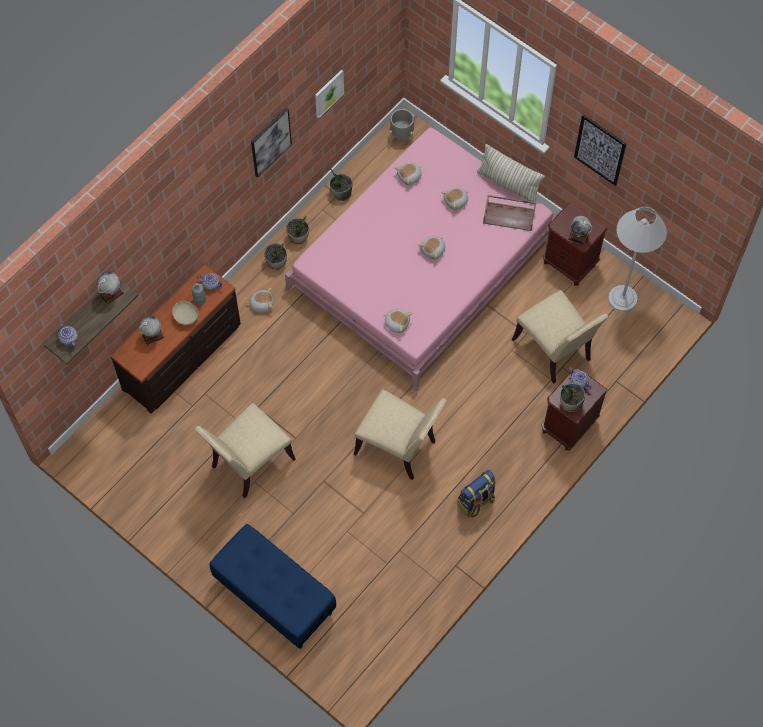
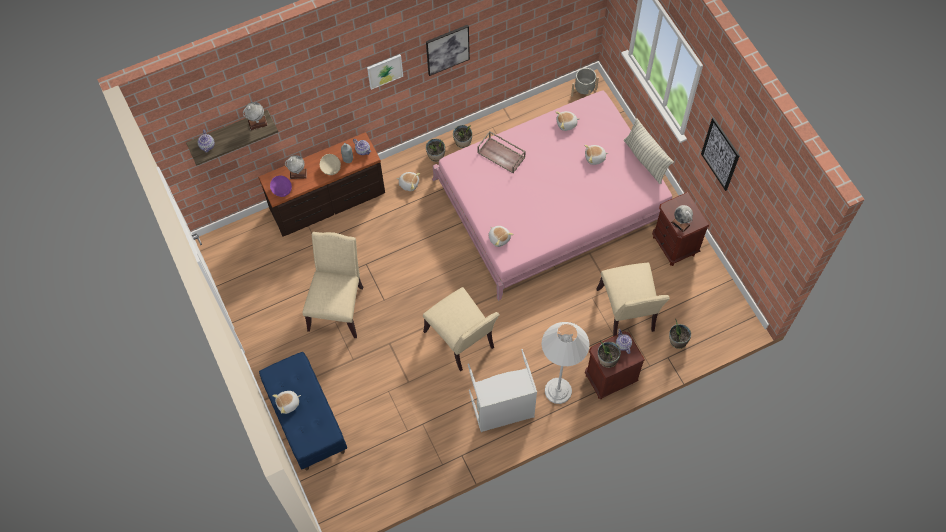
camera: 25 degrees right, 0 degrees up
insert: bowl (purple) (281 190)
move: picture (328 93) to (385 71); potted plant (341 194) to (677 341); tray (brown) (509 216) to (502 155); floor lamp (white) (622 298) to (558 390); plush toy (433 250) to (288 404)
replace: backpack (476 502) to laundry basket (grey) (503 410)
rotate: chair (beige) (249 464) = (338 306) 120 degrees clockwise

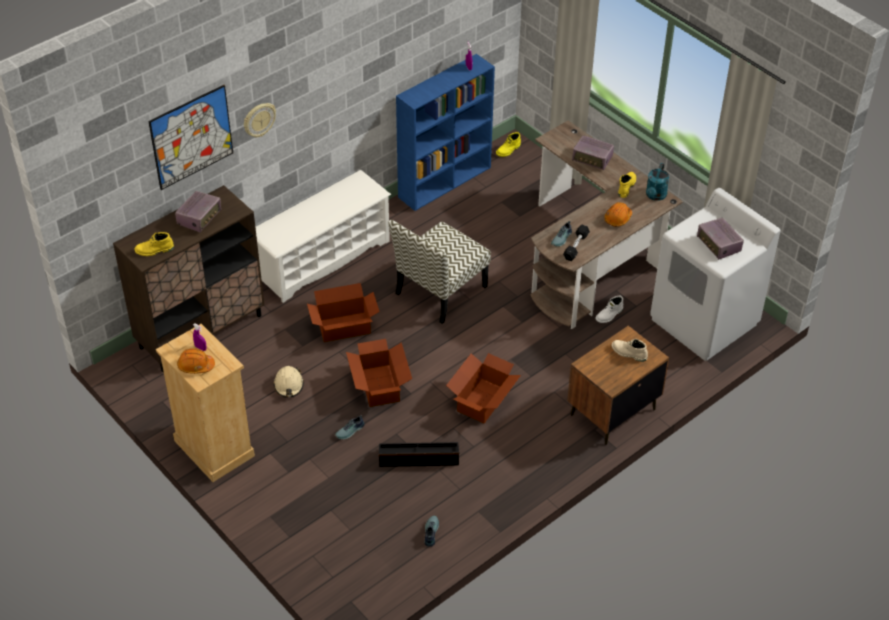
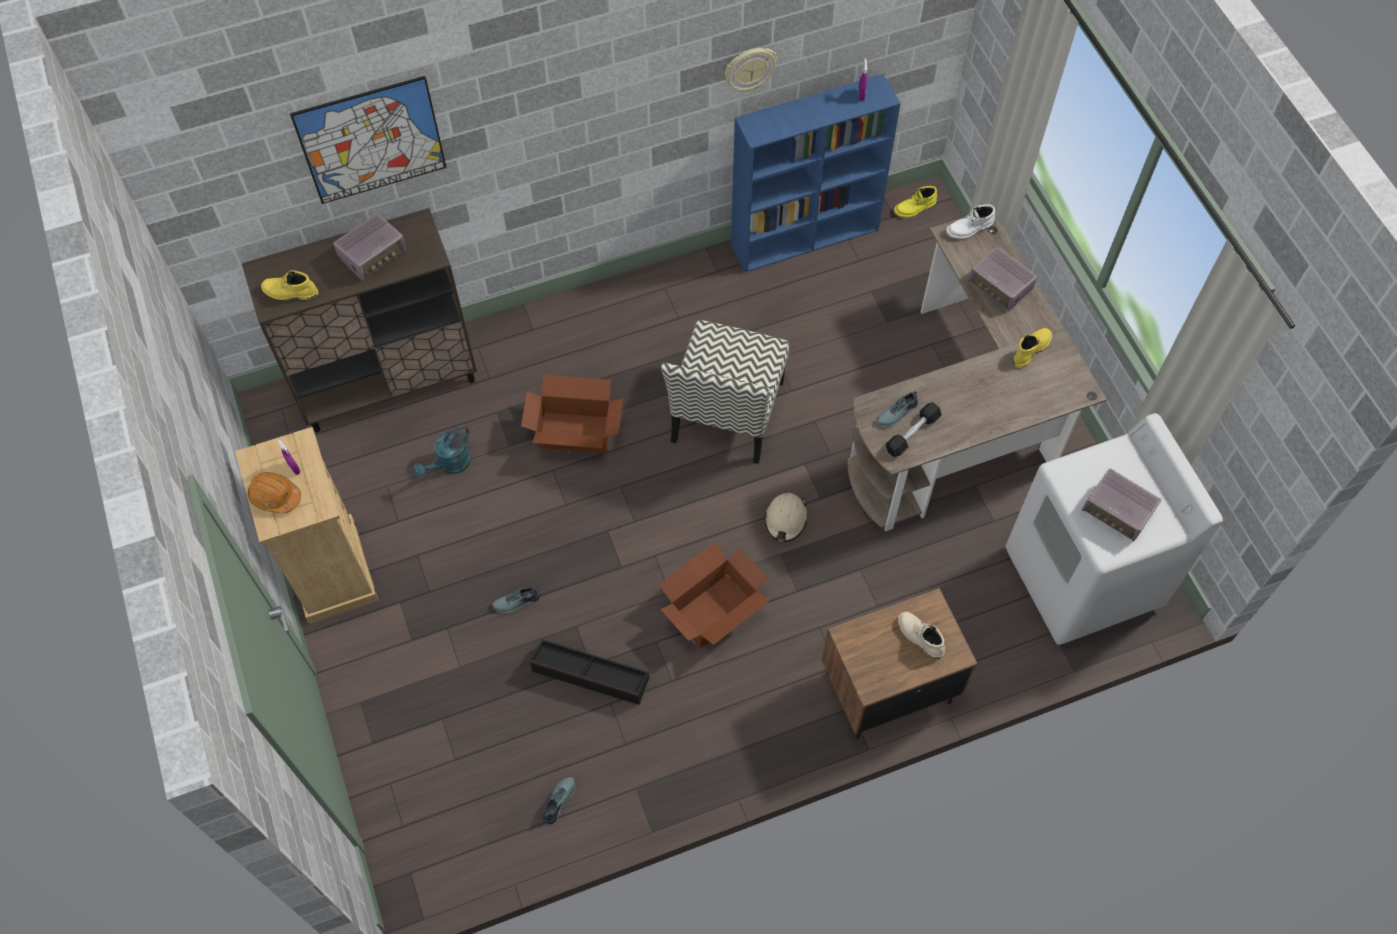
camera: 20 degrees right, 15 degrees up
delete: shoe rack (white) (323 259); hard hat (orange) (617 218); cardboard box (380 385)
move: wall clock (259 120) to (750 69); watering can (turquoise) (655 196) to (450 465); boot (white) (609 315) to (969 229); hard hat (beige) (289 385) to (785 520)
rotate: radio (718 245) = (1117 512) 45 degrees counterclockwise; chair (440 291) = (727 413) 45 degrees counterclockwise

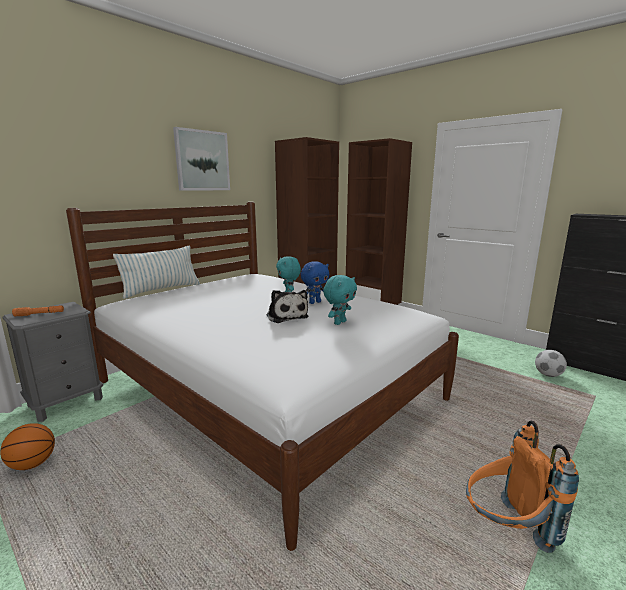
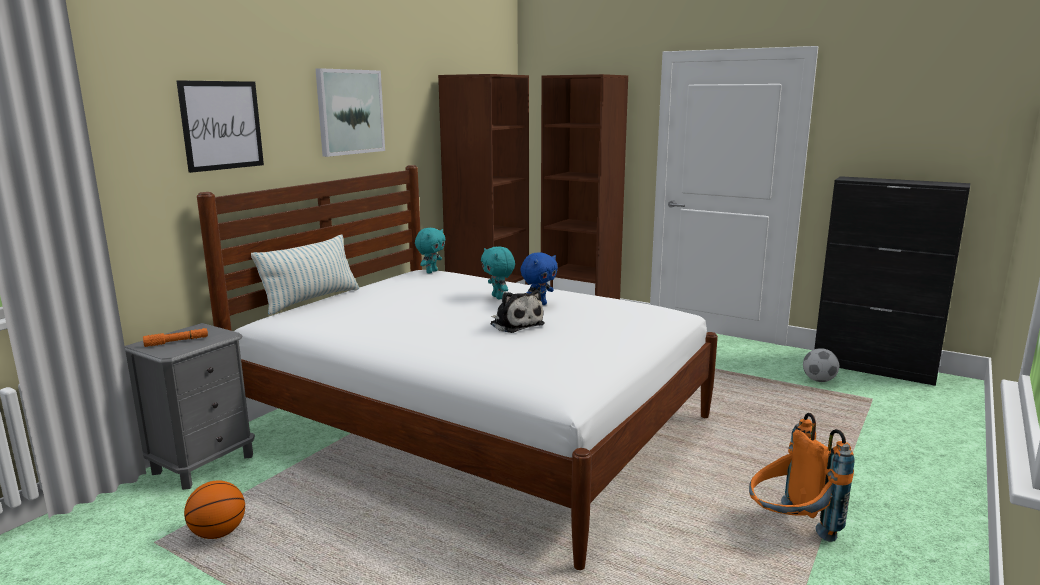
camera: 10 degrees left, 0 degrees up
insert: picture (222 125)
move: plush toy (turquoise) (339 322) to (431 272)

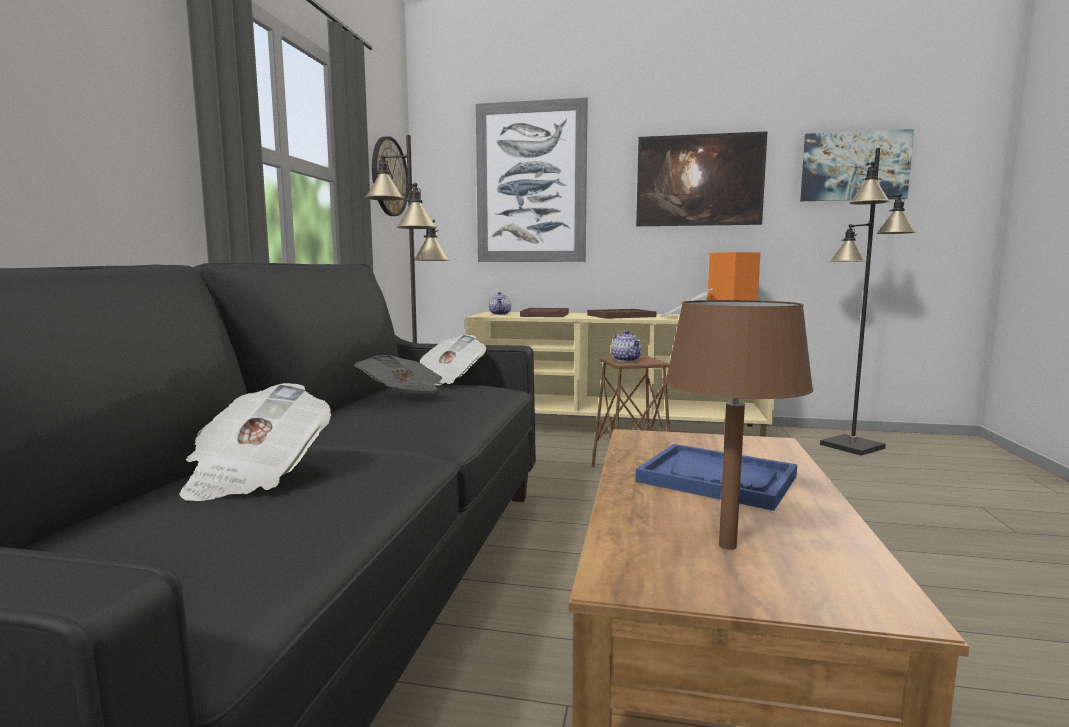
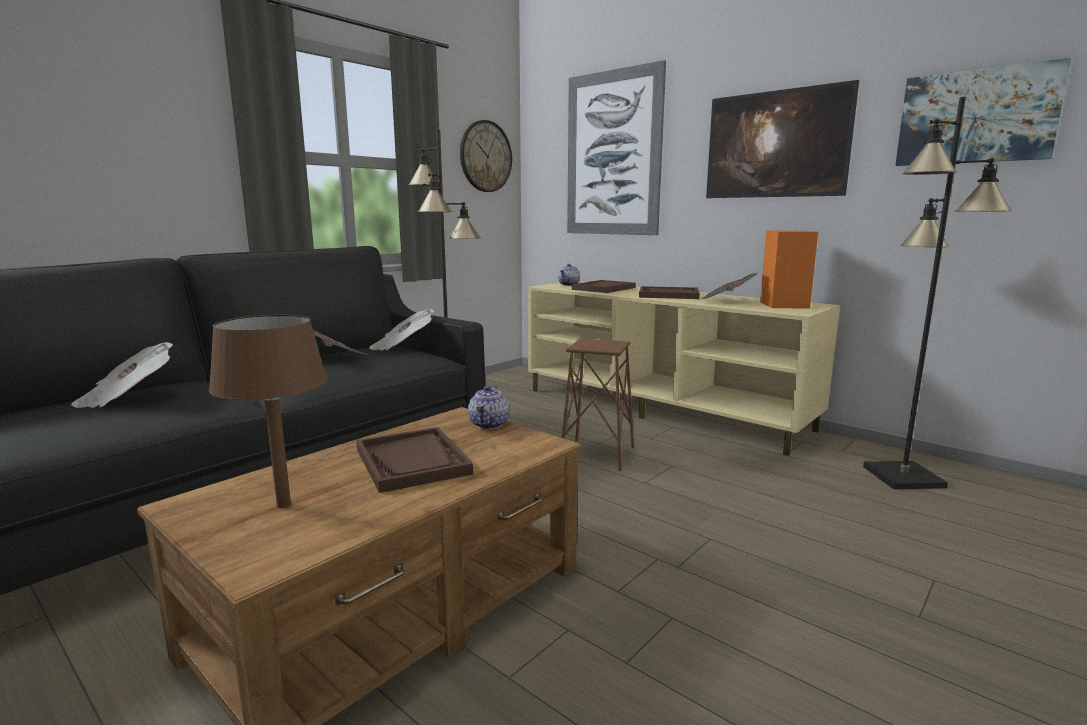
camera: 30 degrees right, 5 degrees up
move: teapot (626 360) to (489 424)
recolor: tray (blue) (717 479) to tray (brown) (412 461)

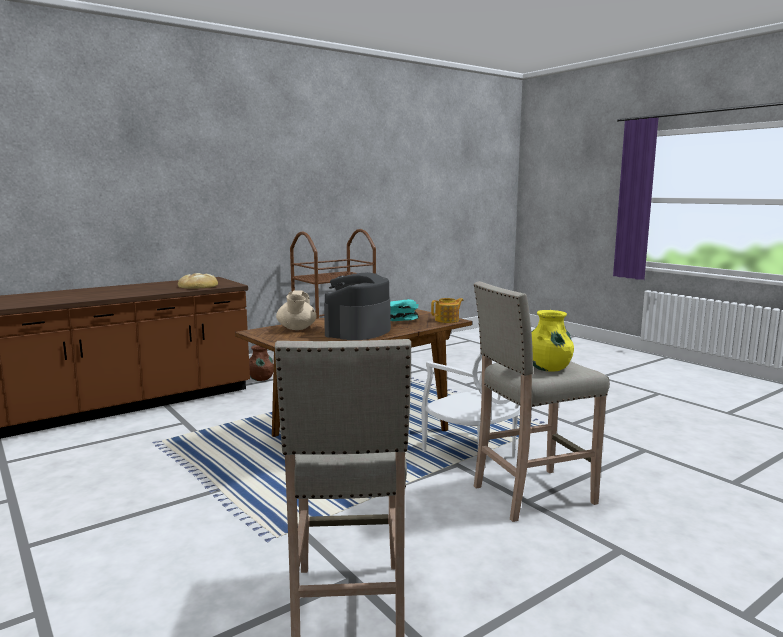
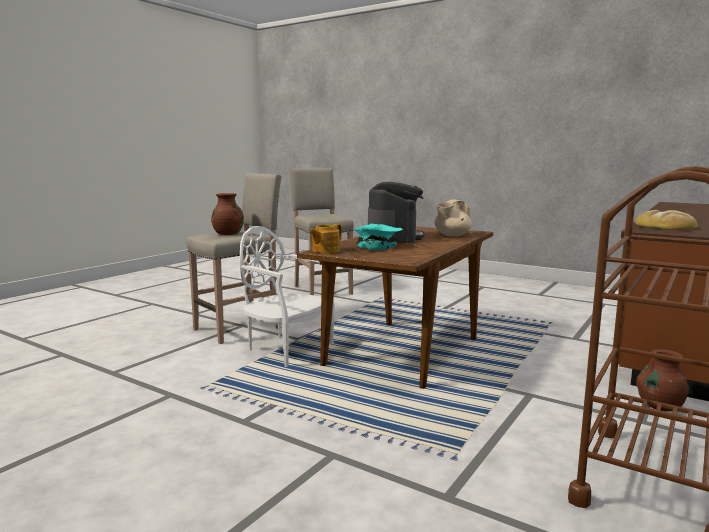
camera: 160 degrees right, 0 degrees up
recolor: vase (yellow) (548 369) to vase (brown) (228 234)
rotate: teapot (beige) (296 329) = (452 235) 105 degrees counterclockwise

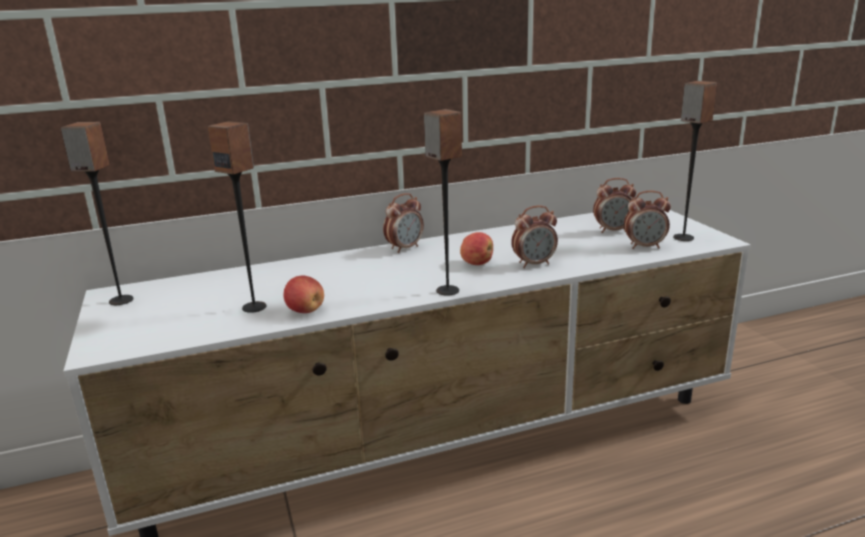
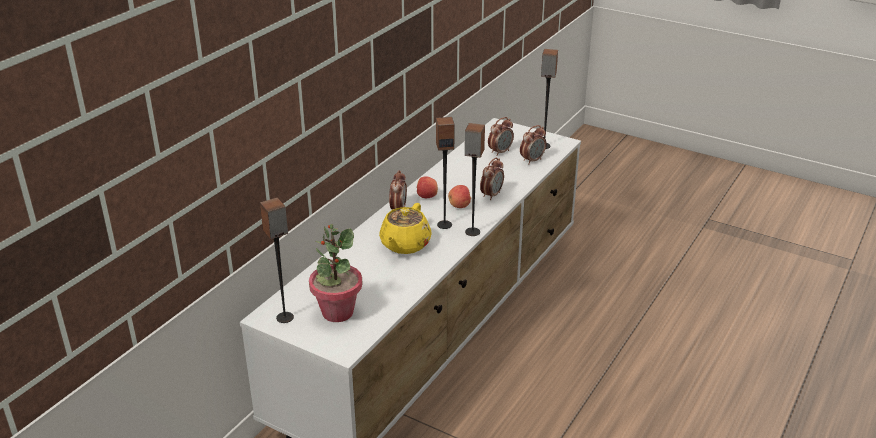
camera: 40 degrees left, 10 degrees up
insert: teapot (yellow) (404 245); potted plant (337 312)
move: speaker (254 307) to (444 224); apple (305 311) to (426 196)

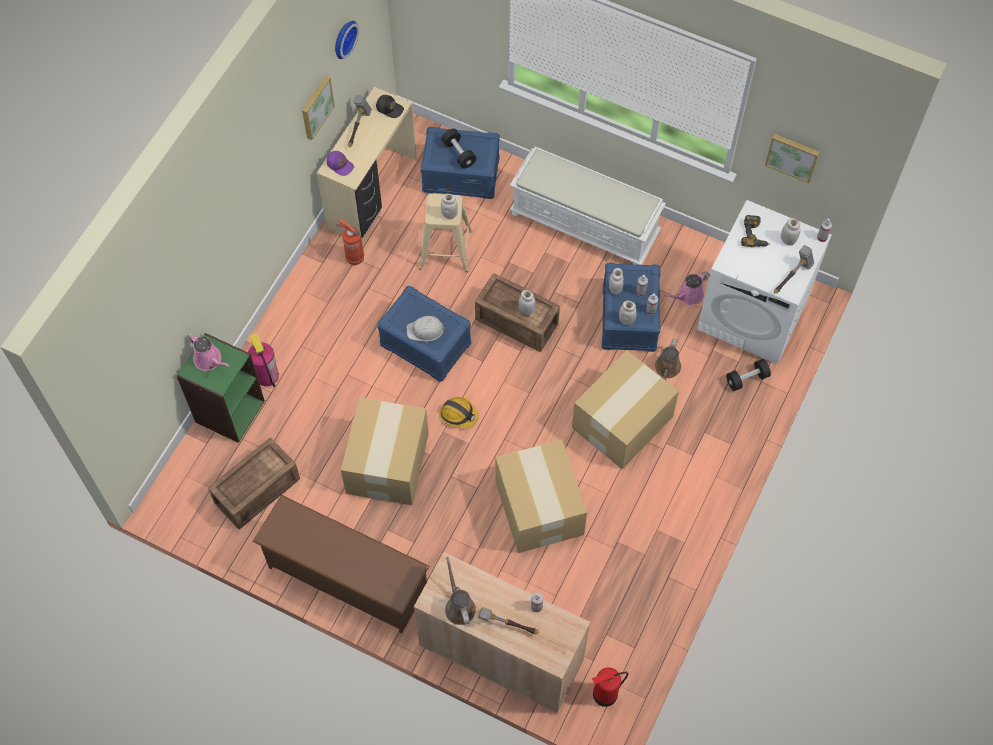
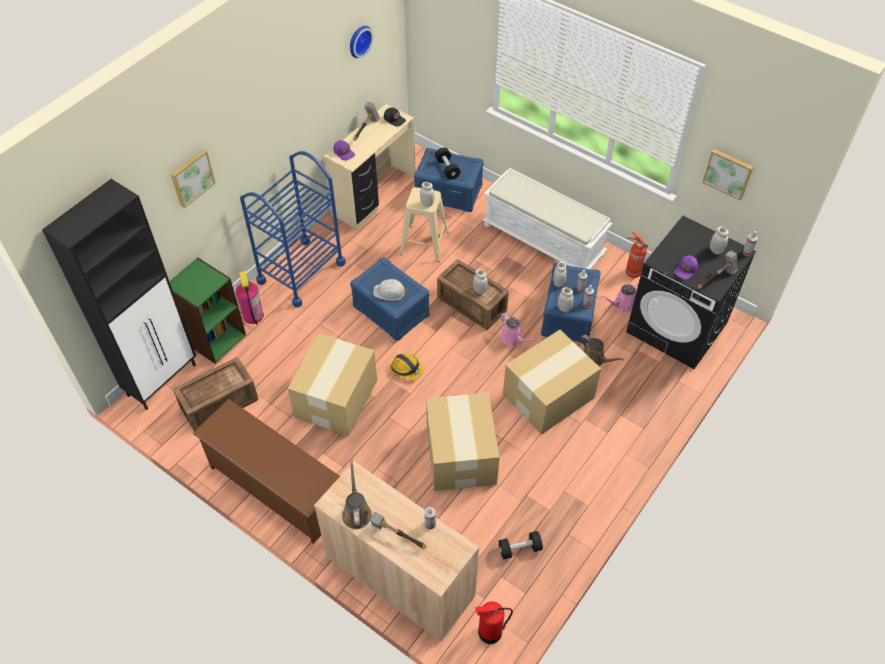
camera: 10 degrees right, 10 degrees down
delete: power drill (755 235)
insert: cart (blue) (301 272); cabinet (black) (163 379); cap (purple) (686 270)
move: picture (316 107) to (191 177); fire extinguisher (353 257) to (632 272); watering can (pink) (209 360) to (513 338); dumbbell (black) (747 379) to (519 549)
recolor: washing machine (white) (753 315) to washing machine (black) (677 327)
rotate: watering can (brown) (667 369) = (595 359) 75 degrees counterclockwise

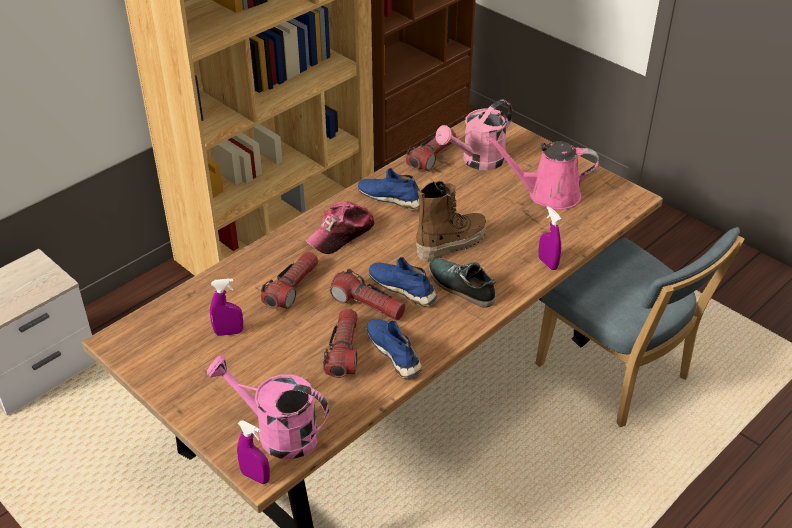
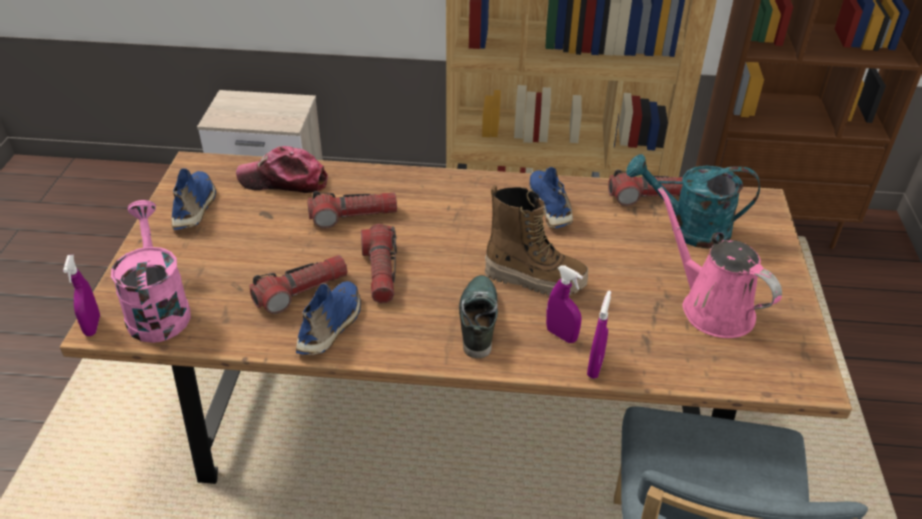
camera: 50 degrees right, 0 degrees up
move: cap (341 234) to (284 180); shoe (blue) (403 288) to (195 207); spray bottle (purple) (229 332) to (561 335)
recolor: watering can (pink) (477 161) to watering can (turquoise) (688 229)

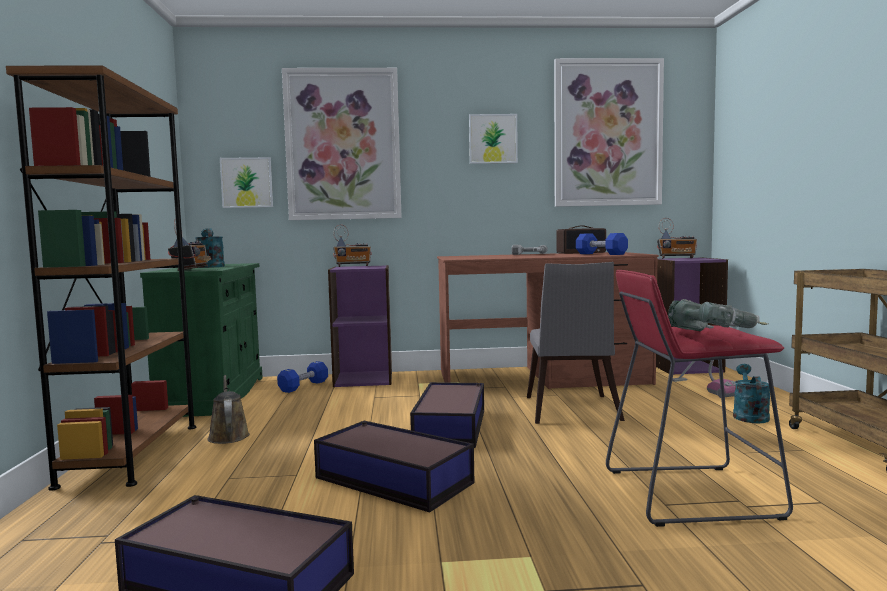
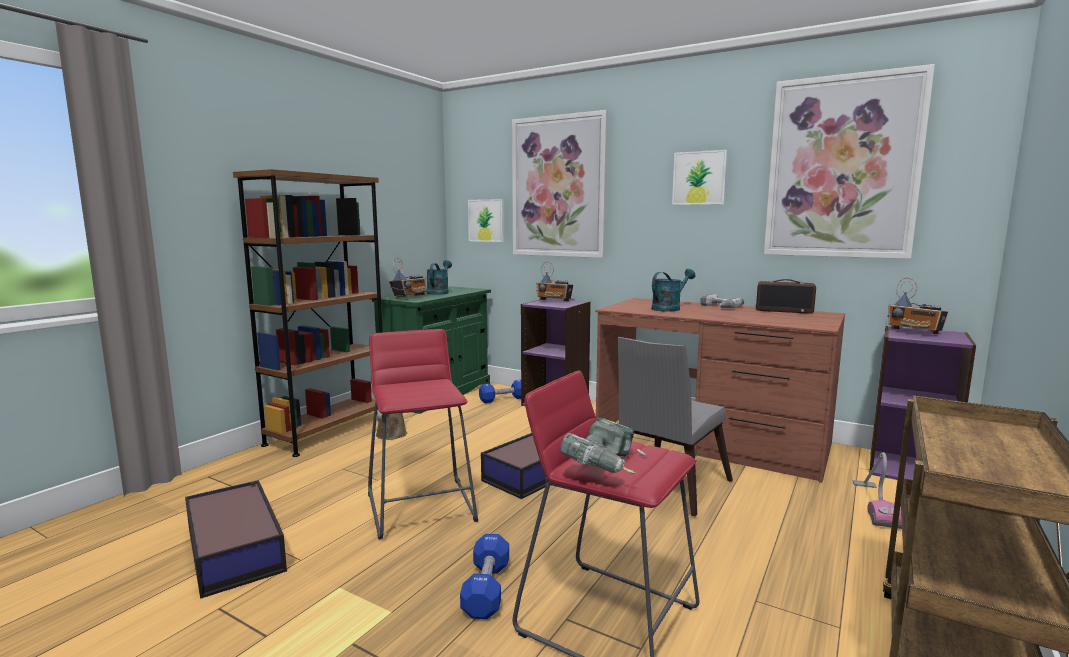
camera: 35 degrees right, 5 degrees up
move: dumbbell (blue) (601 254) to (486 589); watering can (turquoise) (749 415) to (669 308)
replace: storage box (392 479) to stool (red) (421 506)

